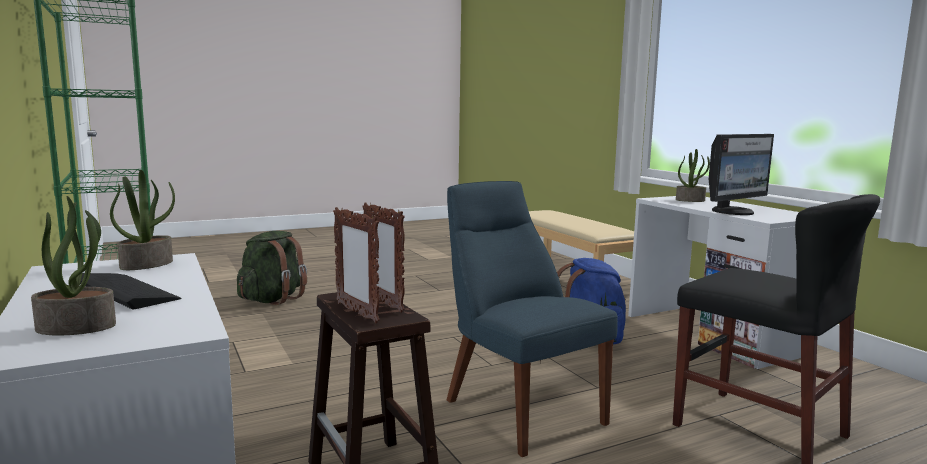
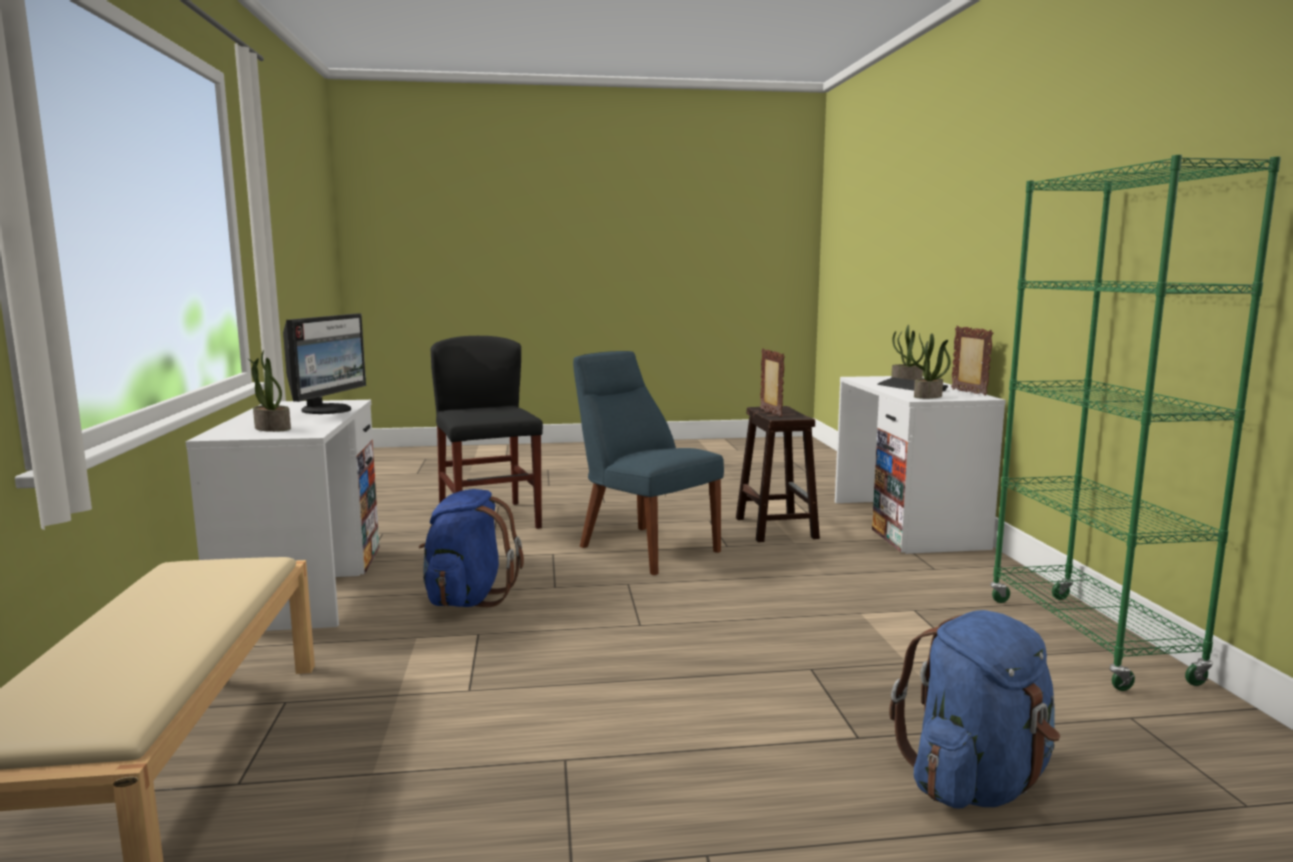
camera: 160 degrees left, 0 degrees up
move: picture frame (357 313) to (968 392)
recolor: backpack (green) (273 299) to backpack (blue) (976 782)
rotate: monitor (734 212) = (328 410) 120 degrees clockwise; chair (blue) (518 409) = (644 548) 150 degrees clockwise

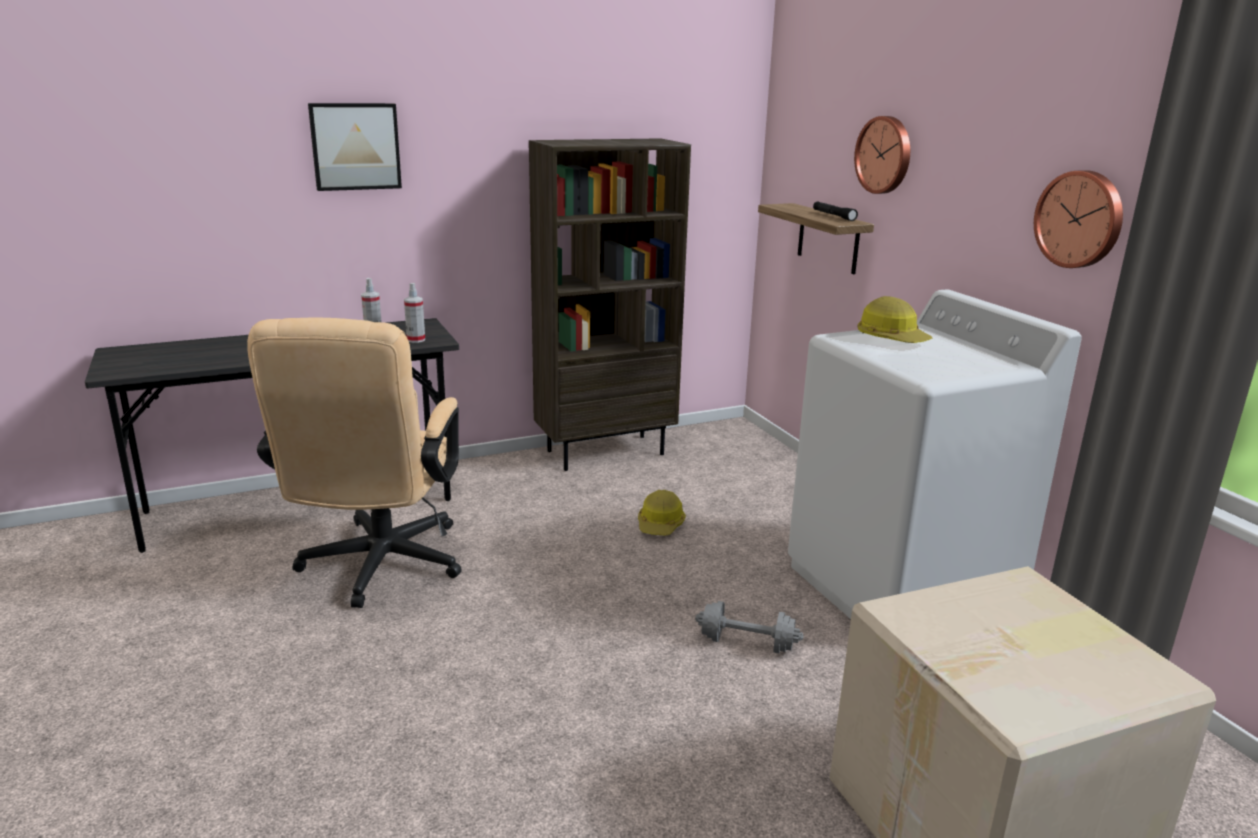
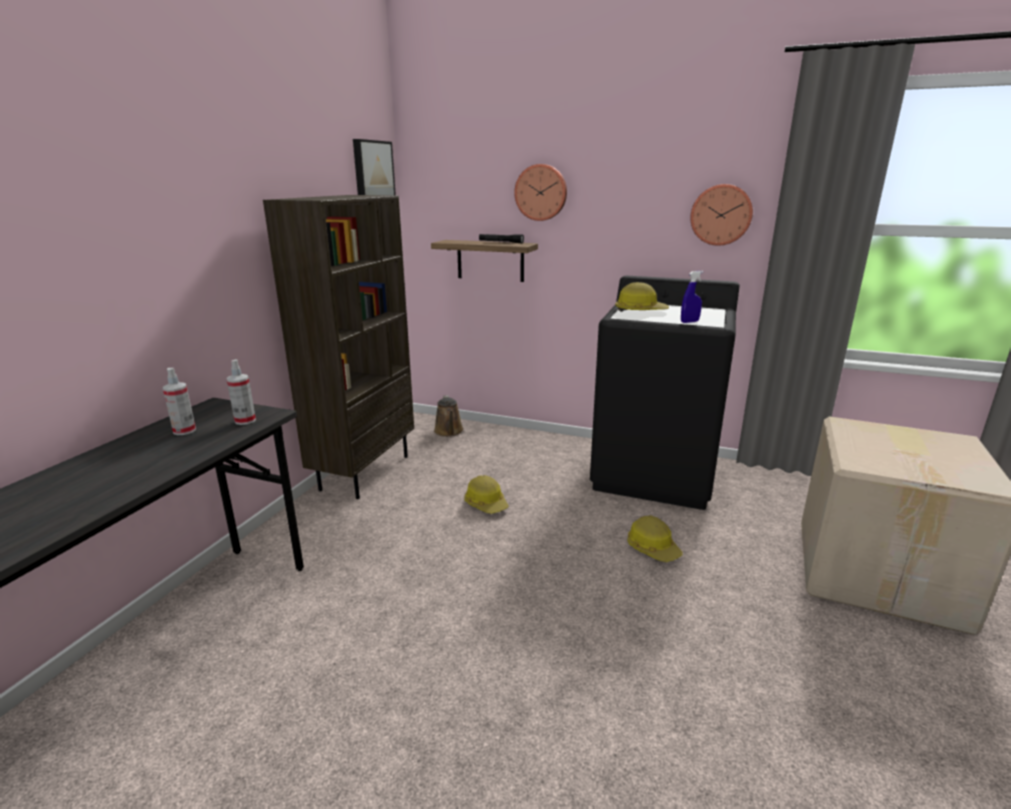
camera: 45 degrees left, 0 degrees up
delete: office chair (beige) (378 569)
insert: spray bottle (blue) (689 322); watering can (brown) (449 432)
move: picture (355 146) to (372 172)
replace: dumbbell (grey) (747 643) to hard hat (653 548)
recolor: washing machine (white) (900 588) to washing machine (black) (655 474)

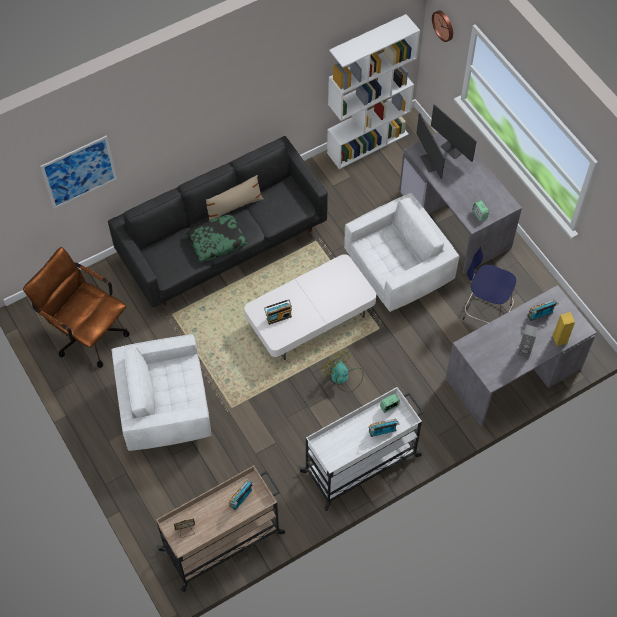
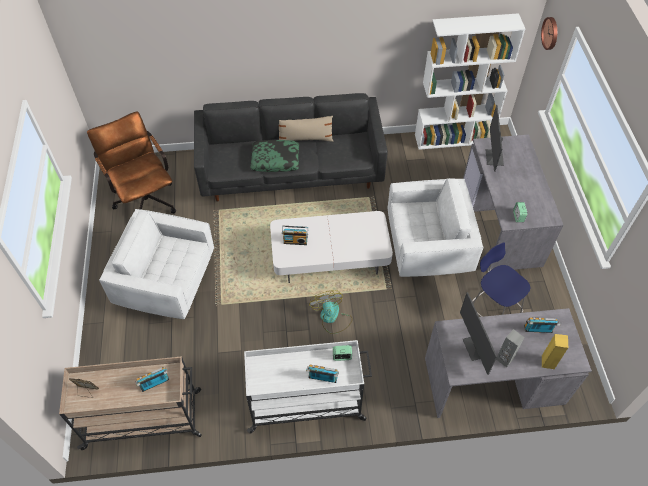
camera: 25 degrees right, 5 degrees down
delete: picture (79 172)
move: monitor (453 148) to (475 348)

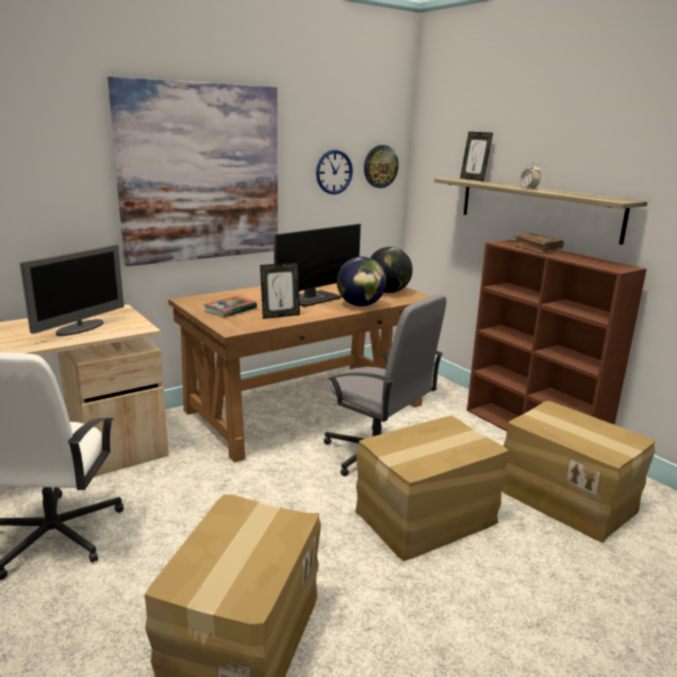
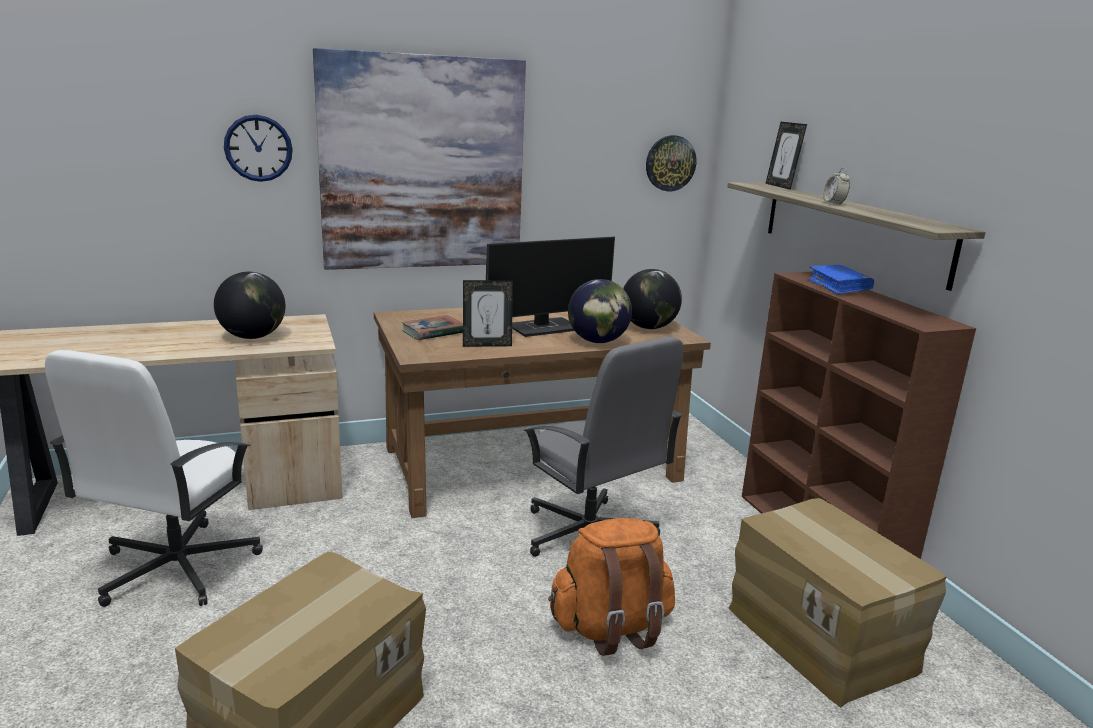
camera: 15 degrees right, 0 degrees up
move: wall clock (334 172) to (258 148)
replace: monitor (80 328) to globe (252 337); cardboard box (427 518) to backpack (orange) (611 628)
recolor: book (brown) (537 249) to book (blue) (838 287)

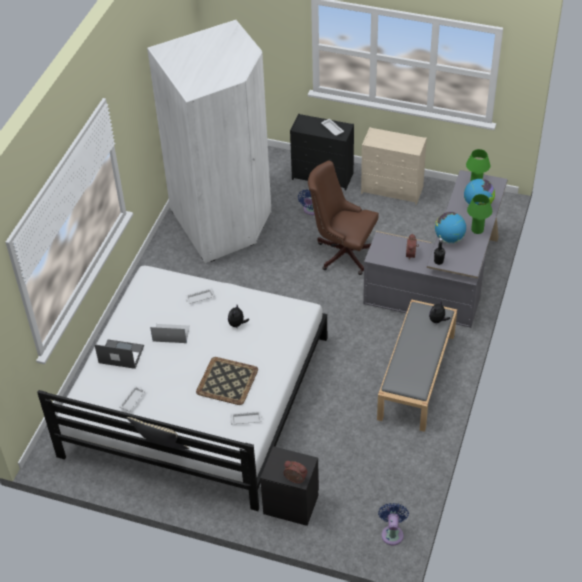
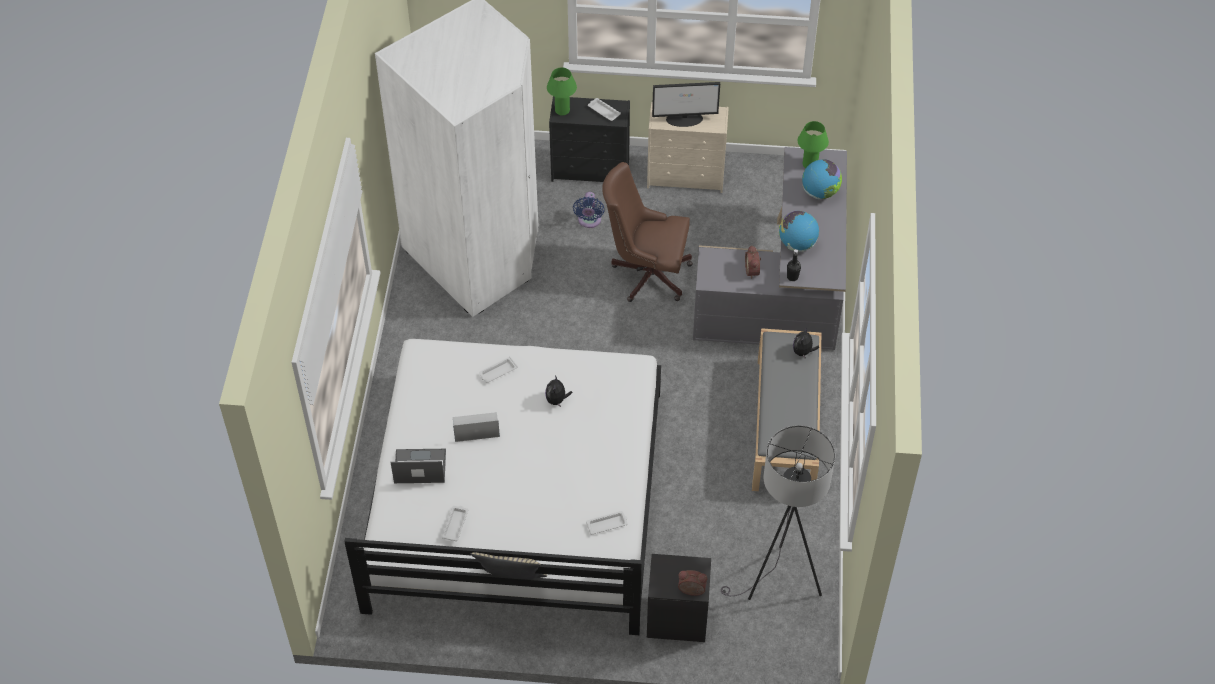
camera: 15 degrees left, 5 degrees up
delete: tray (227 381); fan (blue) (392 533)
insert: monitor (685 119); floor lamp (grey) (778 584)
move: table lamp (green) (477 230) to (562 110)

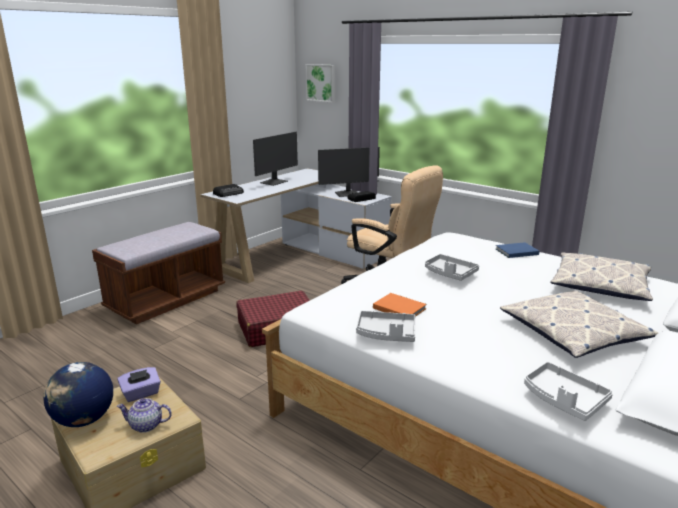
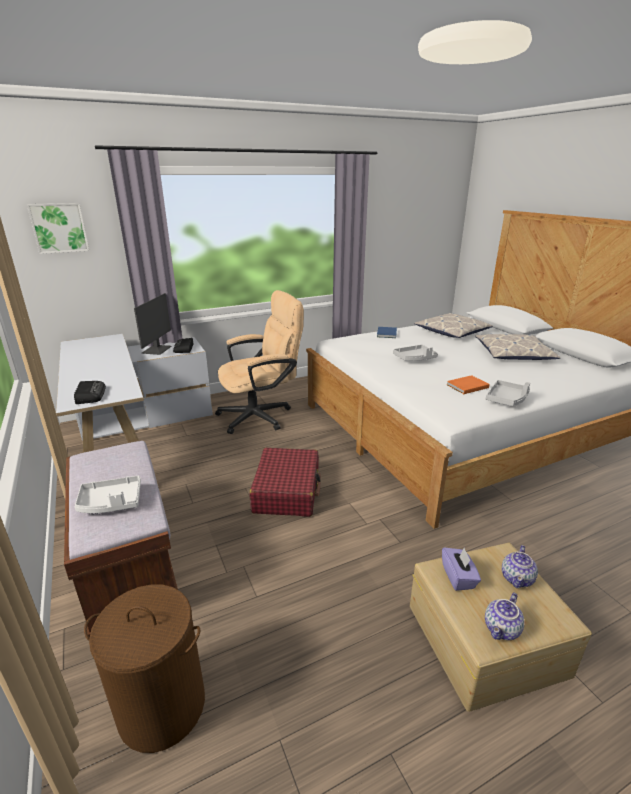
camera: 65 degrees left, 5 degrees up
delete: monitor (274 182)
insert: laundry basket (brown) (161 706)
move: tray (white) (563 399) to (111 502)
replace: globe (84 420) to teapot (502 629)

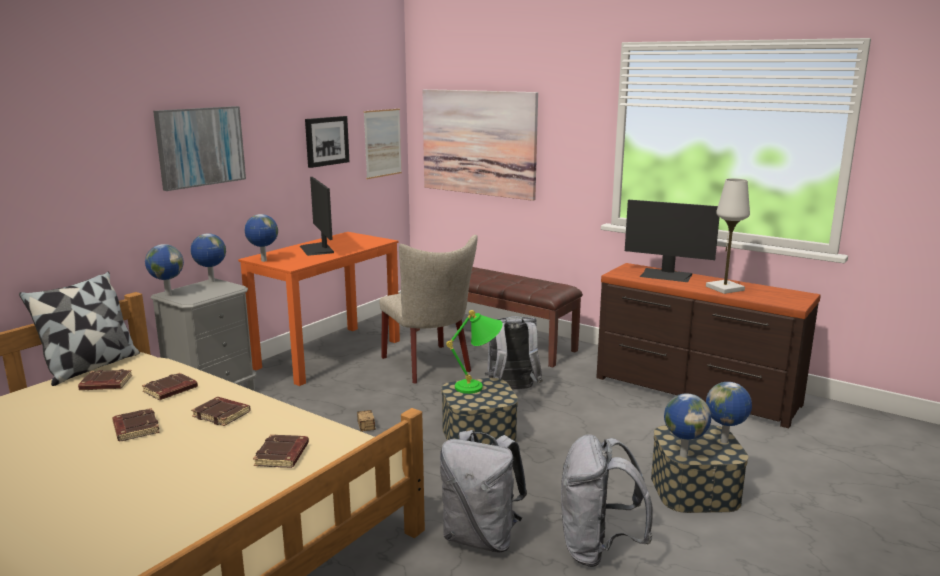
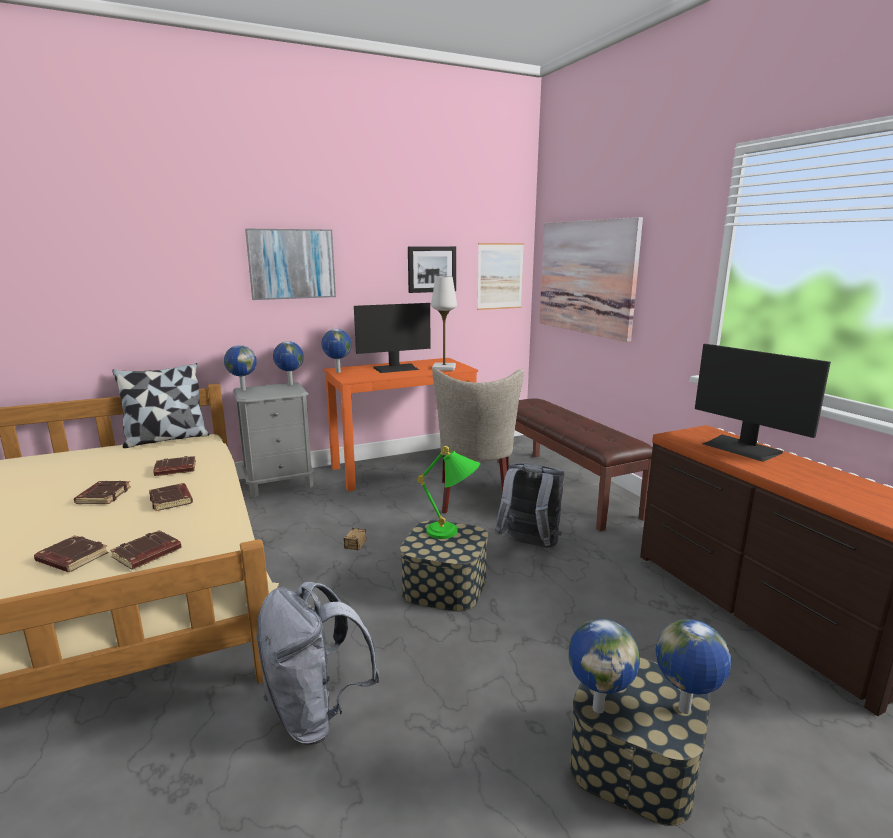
camera: 30 degrees right, 0 degrees up
delete: backpack (grey) (598 549)
move: table lamp (white) (724 288) to (444 368); book (brown) (105 384) to (71 558)
rotate: monitor (317 249) = (396 368) 120 degrees counterclockwise

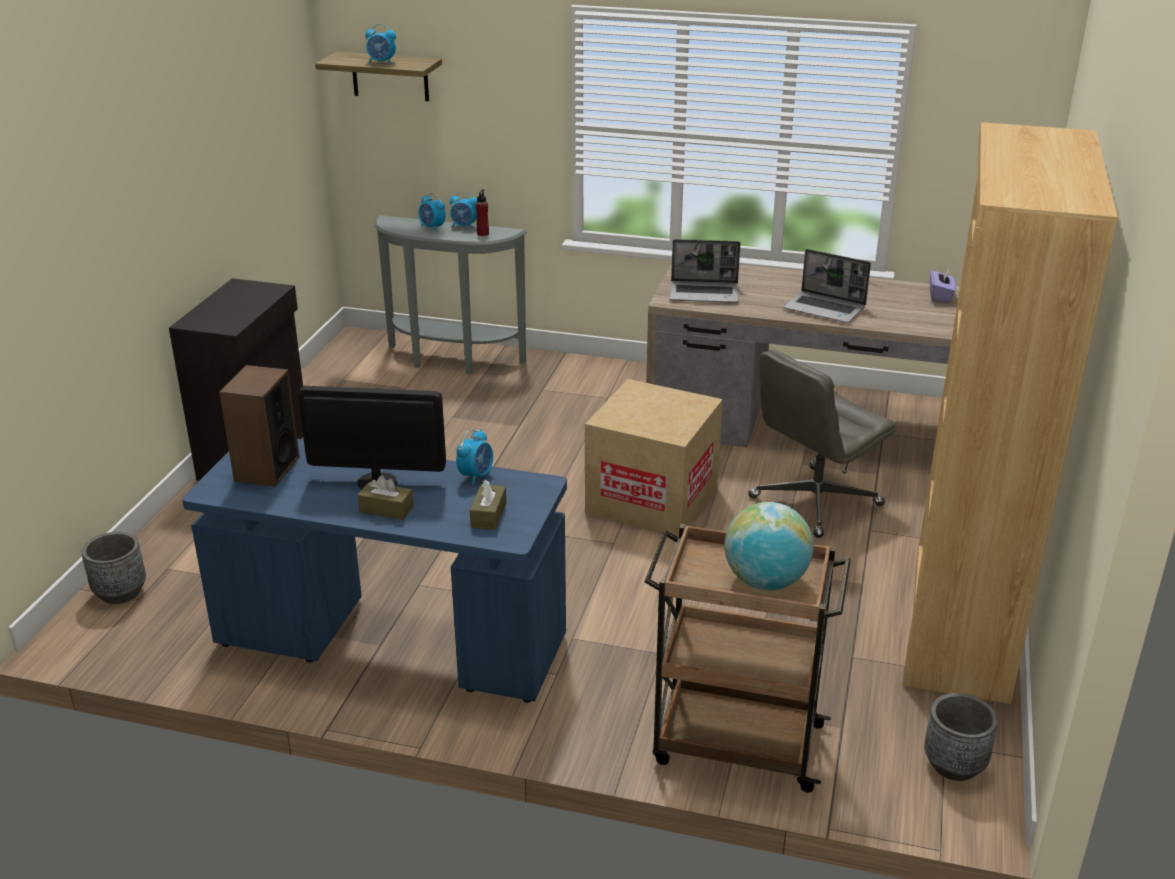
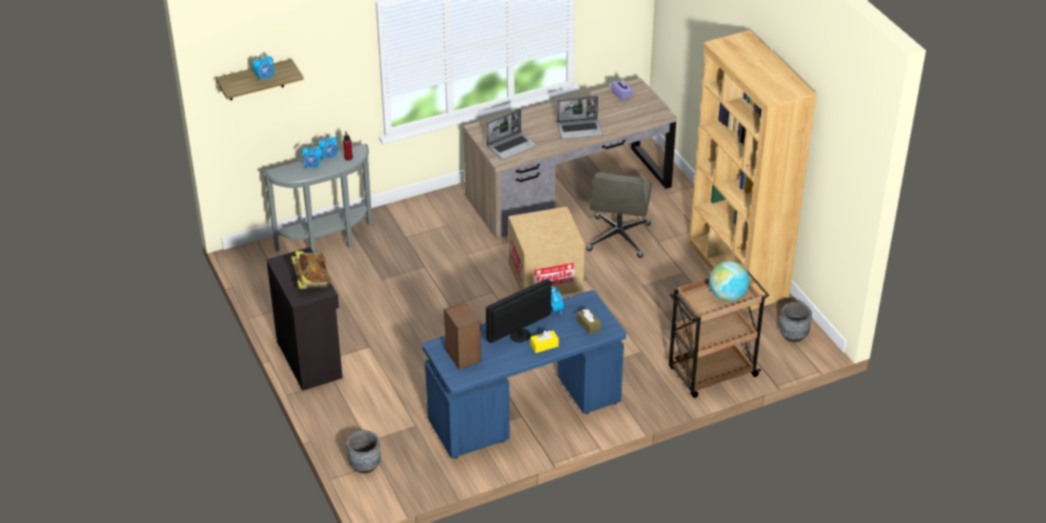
camera: 40 degrees left, 10 degrees up
insert: book (312 281)
recolor: tissue box (brown) (386 509) to tissue box (yellow) (544 345)

